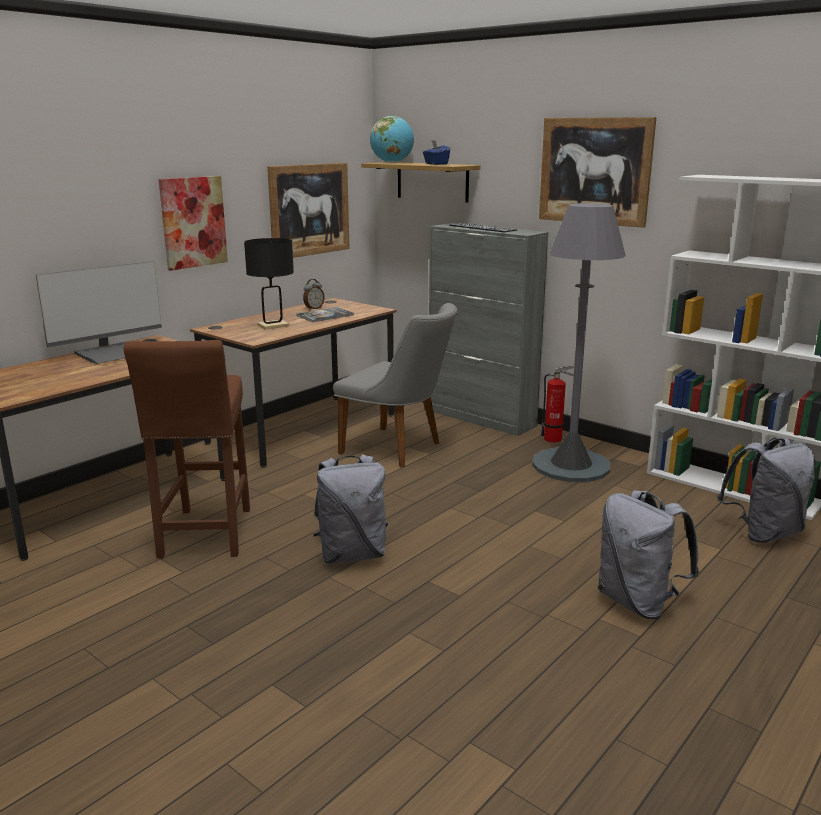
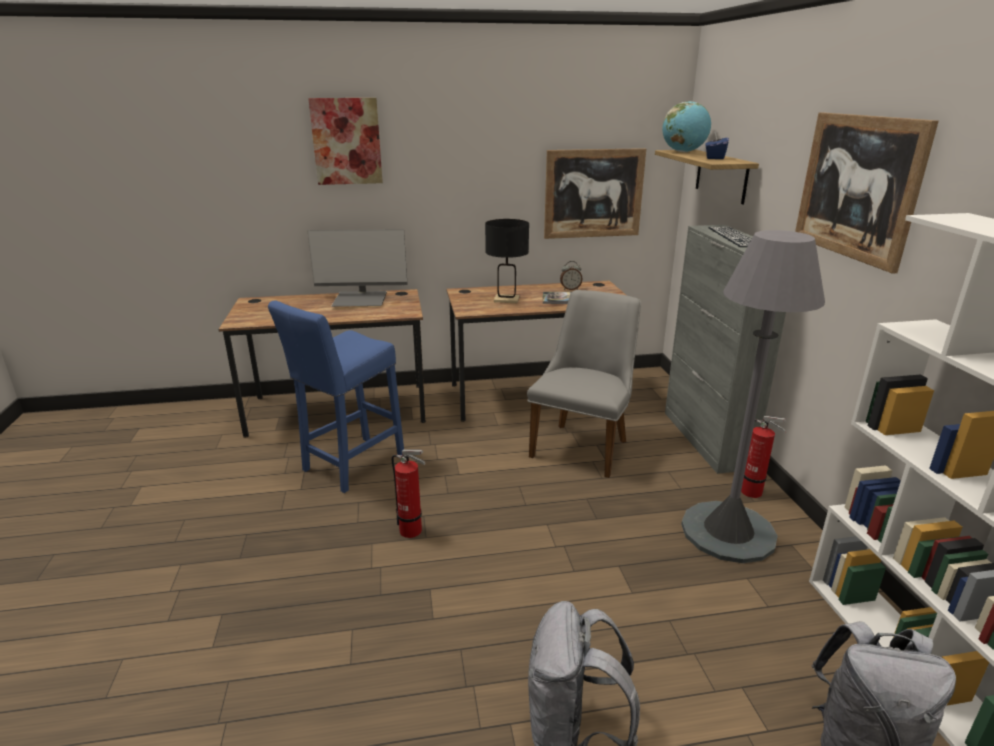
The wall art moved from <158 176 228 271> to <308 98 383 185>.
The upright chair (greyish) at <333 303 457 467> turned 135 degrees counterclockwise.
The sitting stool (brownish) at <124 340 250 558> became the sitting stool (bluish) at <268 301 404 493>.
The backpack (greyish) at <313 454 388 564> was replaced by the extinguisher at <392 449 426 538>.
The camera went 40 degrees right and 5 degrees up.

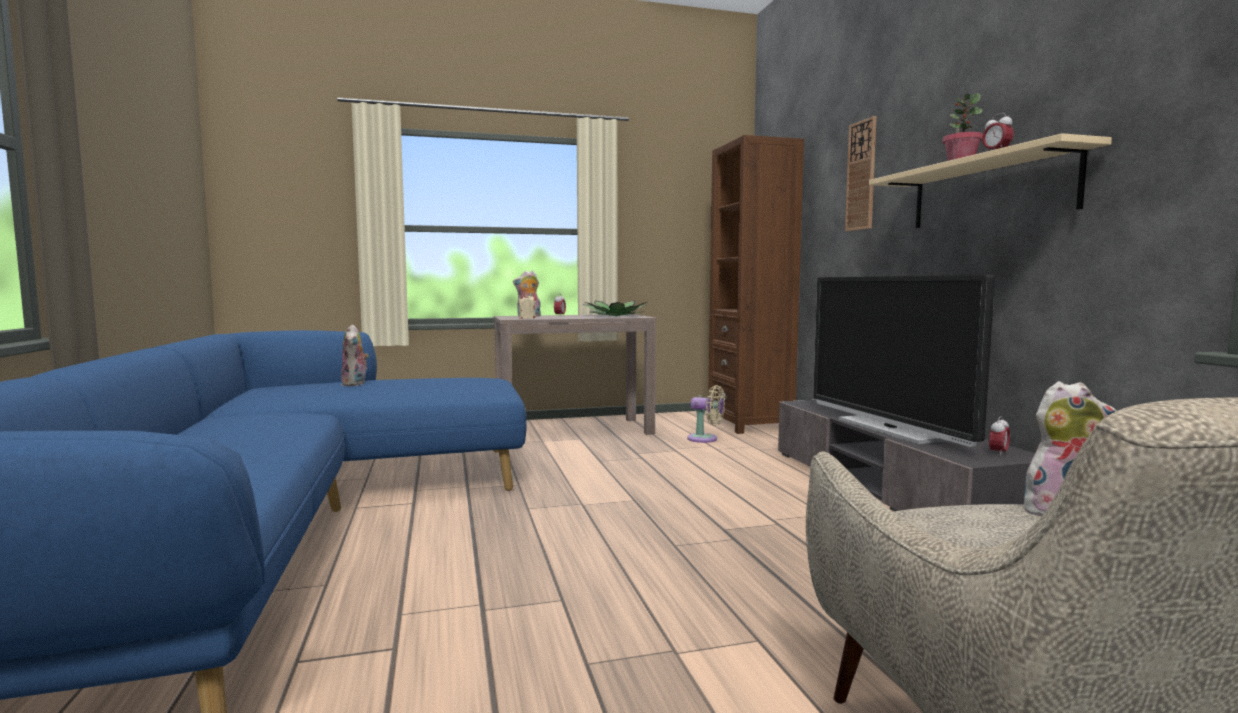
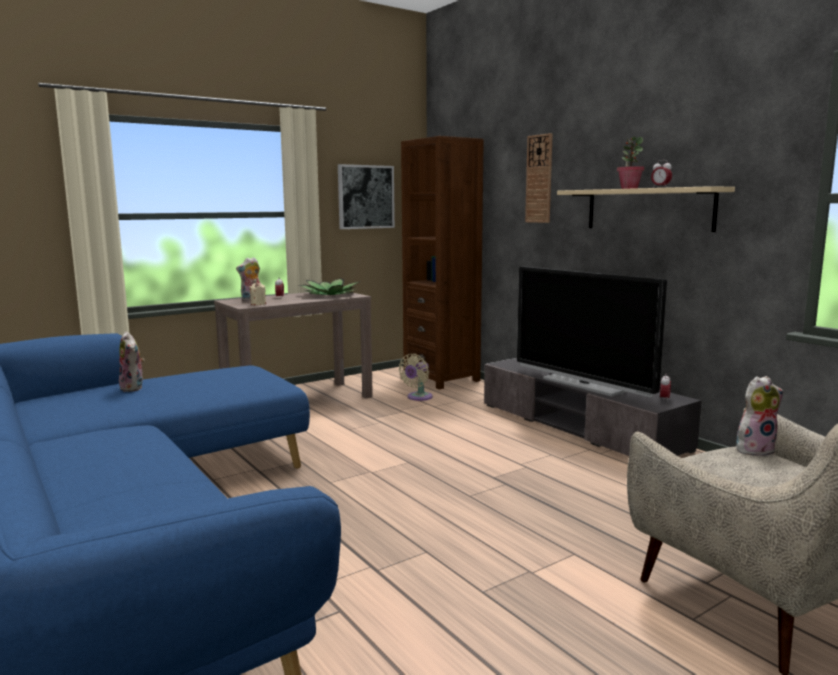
The fan (beige-coloured) at <687 385 725 443> turned 120 degrees clockwise.
The wall art at <338 164 395 229> appeared.
The camera went 20 degrees left and 5 degrees up.

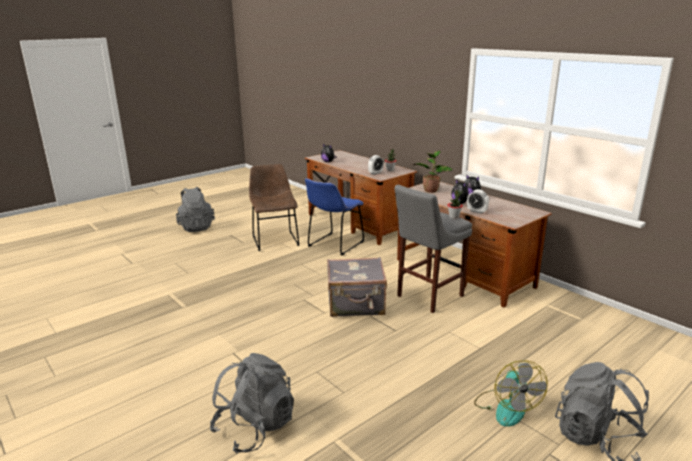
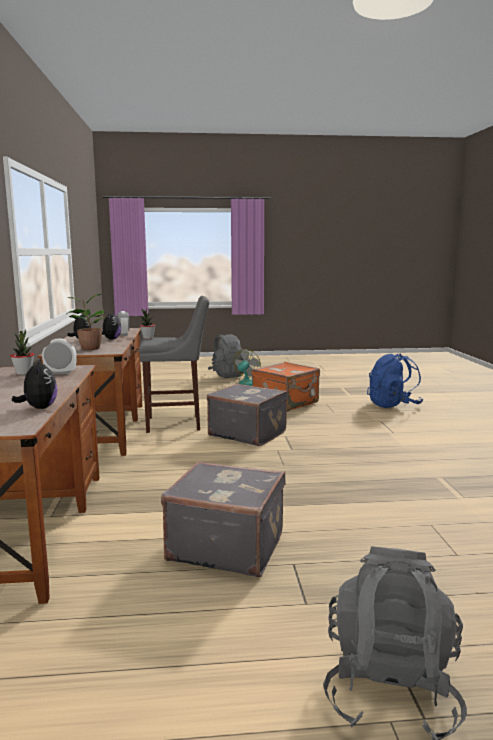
The upright chair (brownish) at <249 164 299 251> was replaced by the suitcase (greyish) at <161 461 286 577>.
The upright chair (bluish) at <305 178 364 255> disappeared.
The backpack (greyish) at <210 353 294 453> became the backpack (bluish) at <367 354 423 408>.
The suitcase (orangey) at <252 362 320 412> appeared.
The camera went 145 degrees left and 10 degrees down.

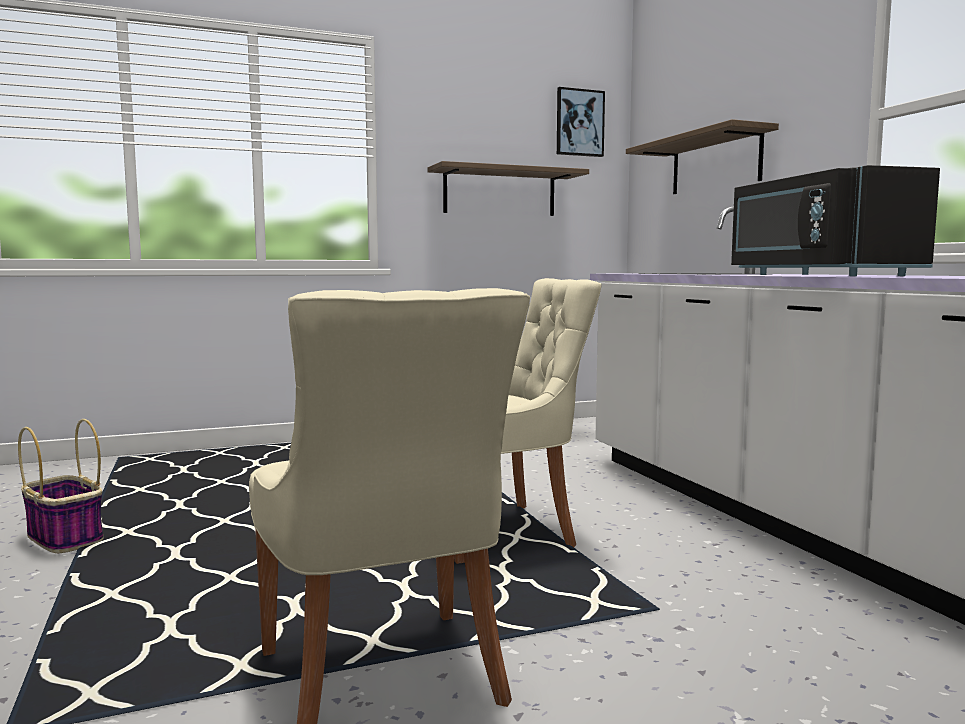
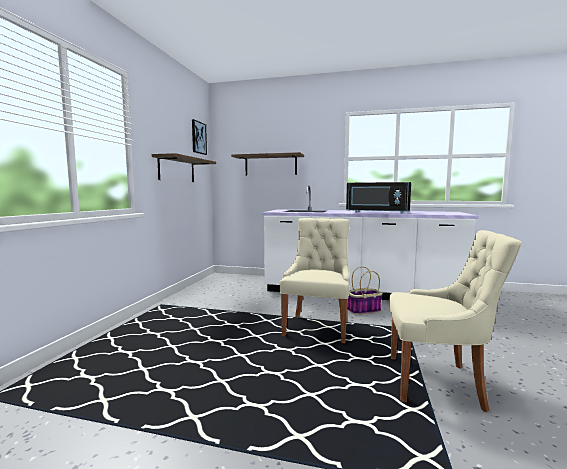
The basket moved from <18 419 103 553> to <347 267 383 315>.
The camera went 55 degrees left and 0 degrees up.

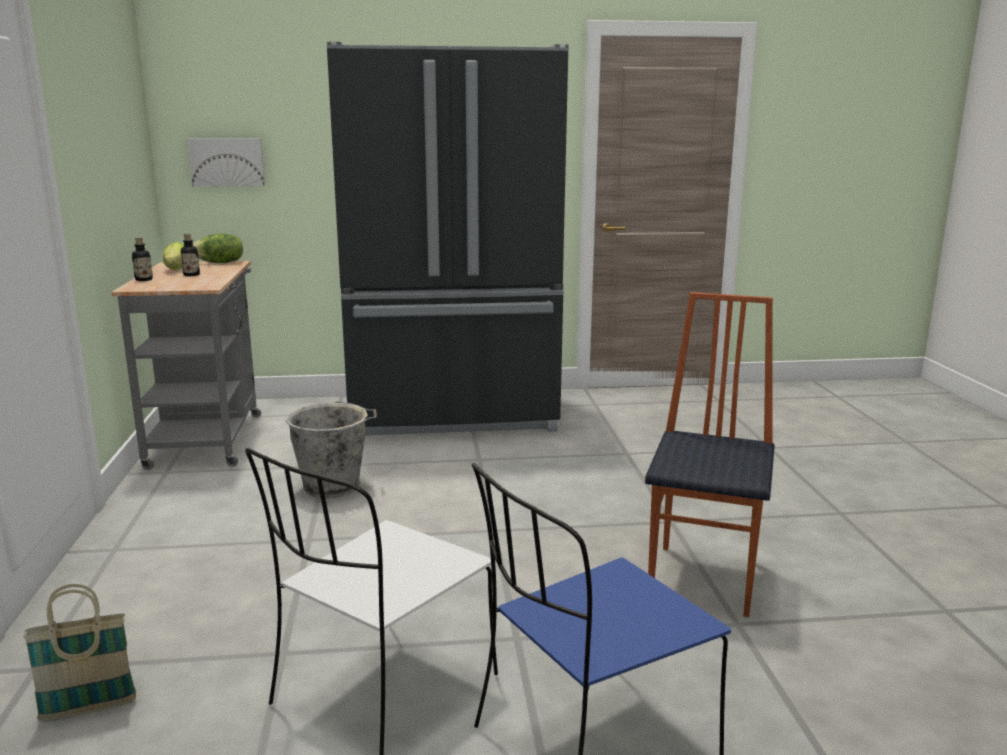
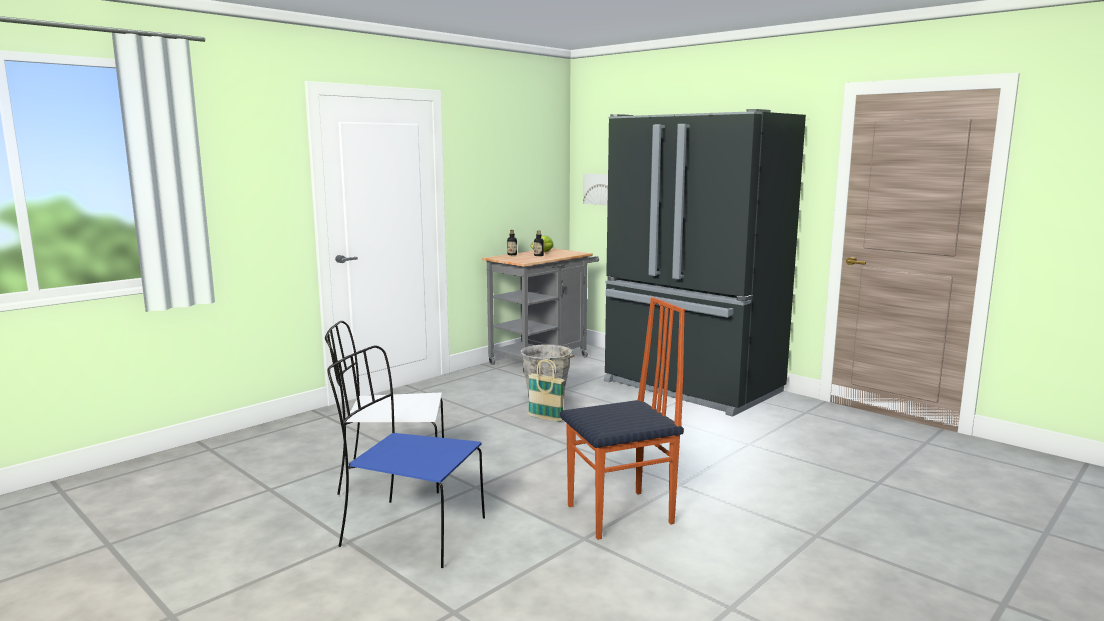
The head of lettuce at <193 234 243 263> disappeared.
The basket moved from <23 584 136 722> to <528 359 565 422>.
The camera went 50 degrees right and 5 degrees down.

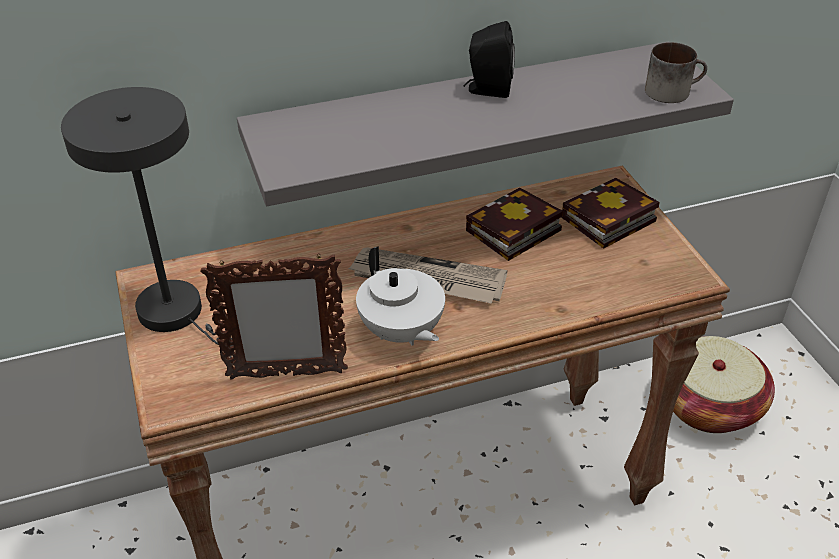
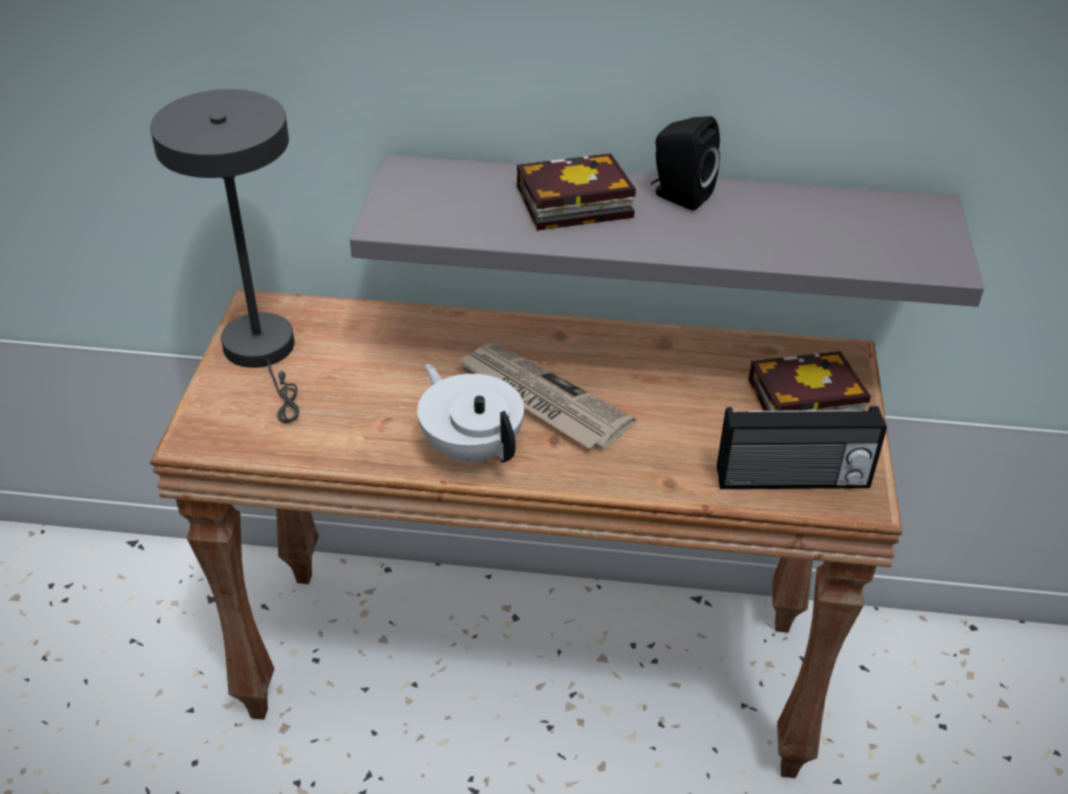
The tea mug at <645 42 707 103> disappeared.
The book moved from <466 187 563 261> to <517 153 636 231>.
The tea pot (whitish) at <356 246 445 346> turned 150 degrees clockwise.
The photo frame at <200 253 348 380> disappeared.
The basket at <673 336 775 433> disappeared.
The radio receiver at <717 406 887 489> appeared.
The camera went 25 degrees right and 0 degrees up.

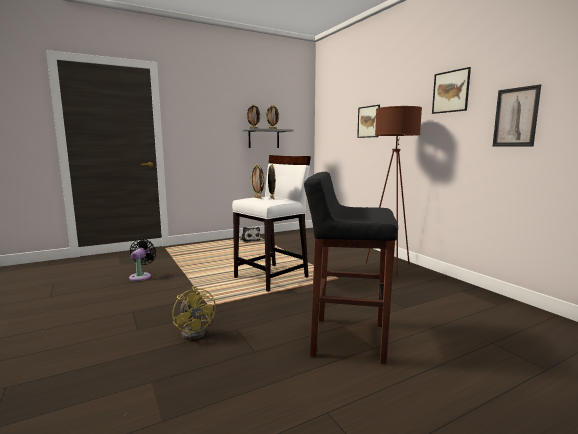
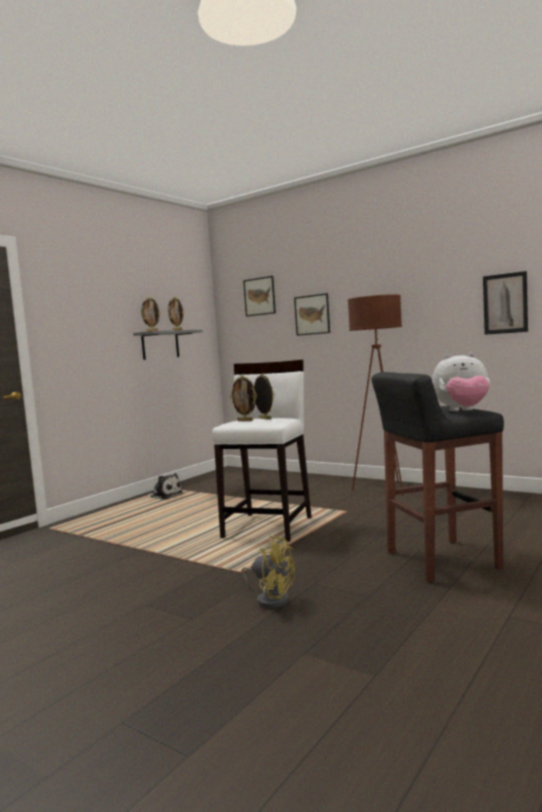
The wall art moved from <432 67 471 114> to <243 276 276 317>.
The fan (black) at <129 239 156 281> disappeared.
The soft toy at <432 352 490 411> appeared.
The camera went 25 degrees left and 5 degrees down.

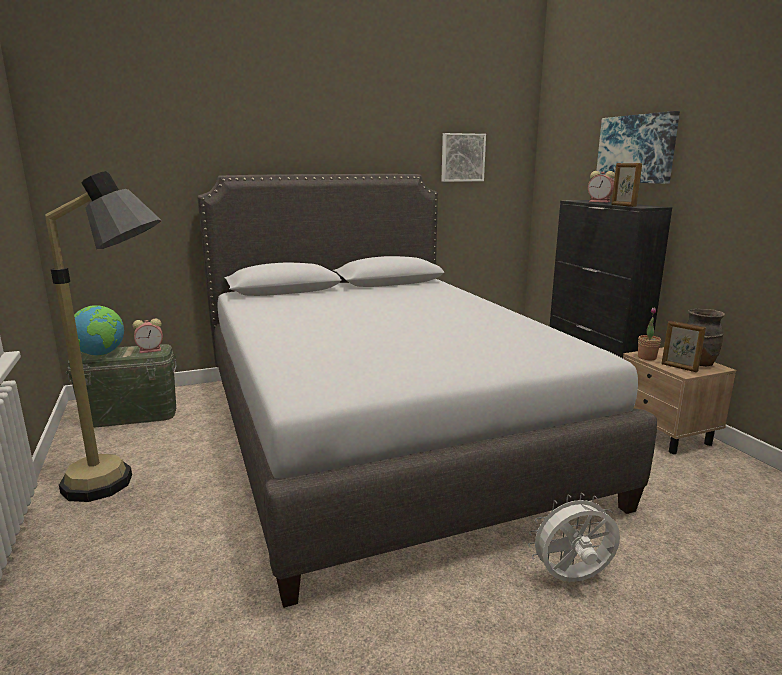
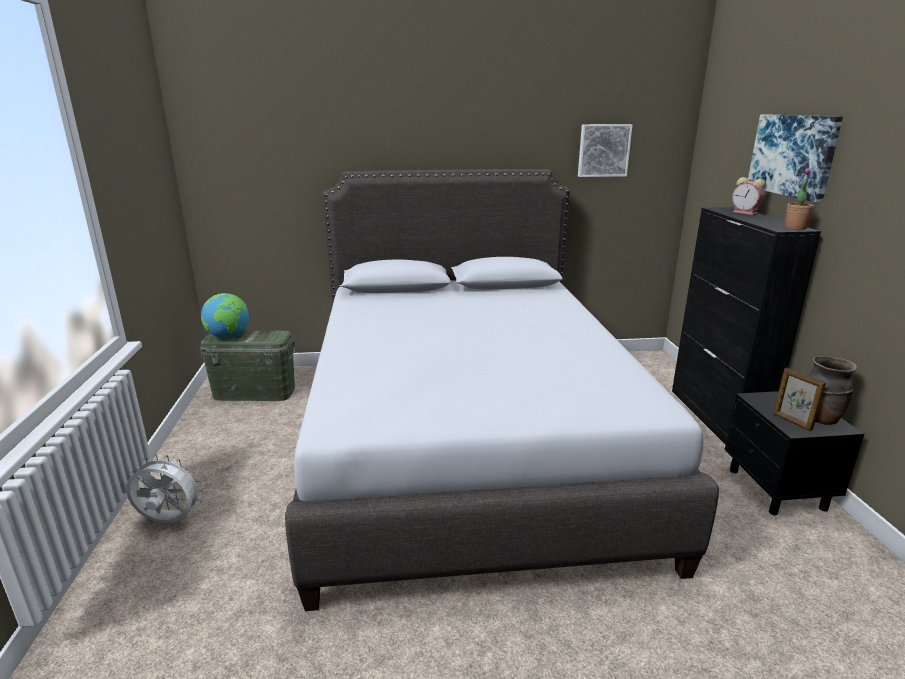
The photo frame at <611 163 642 207> disappeared.
The standing lamp at <45 171 162 502> disappeared.
The potted plant moved from <638 307 661 360> to <785 168 814 230>.
The table clock at <133 318 163 353> disappeared.
The night table (beige-coloured) at <623 347 736 454> became the night table (black) at <724 391 864 515>.
The fan (whitish) moved from <528 493 620 582> to <126 455 204 523>.
The camera went 15 degrees right and 5 degrees up.

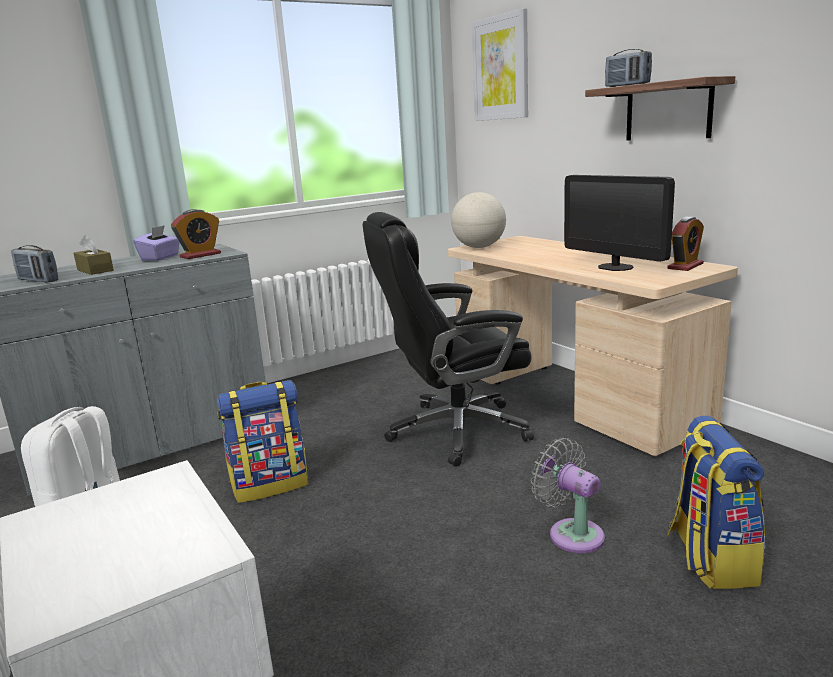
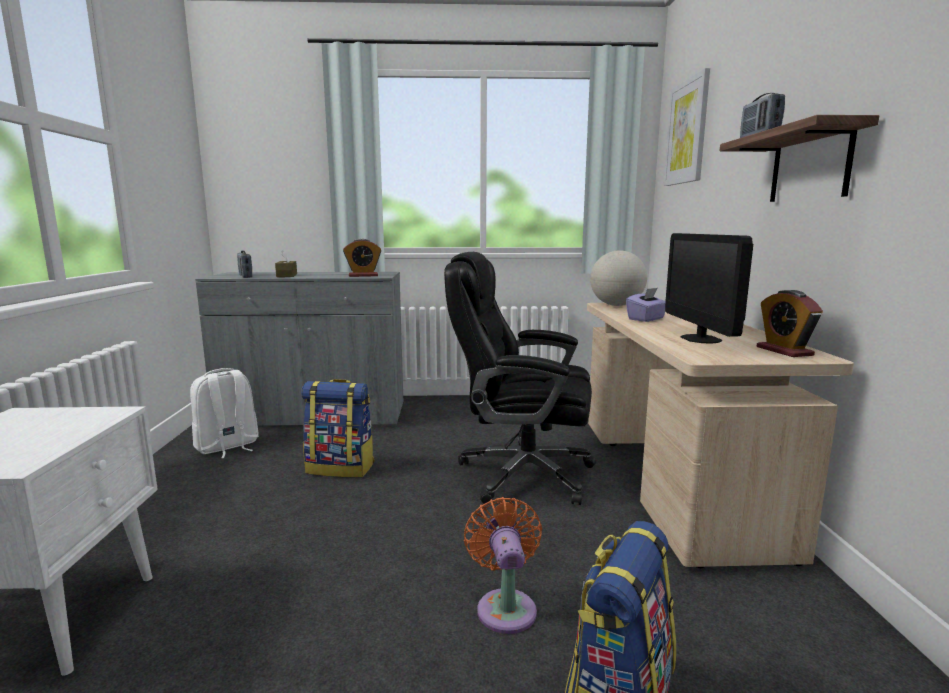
The table clock at <667 217 704 271> turned 90 degrees clockwise.
The box of tissues (purple) moved from <133 225 180 261> to <626 288 665 322>.
The fan (greyish) at <531 438 605 553> became the fan (orangey) at <464 497 542 634>.
The camera went 30 degrees right and 5 degrees down.

